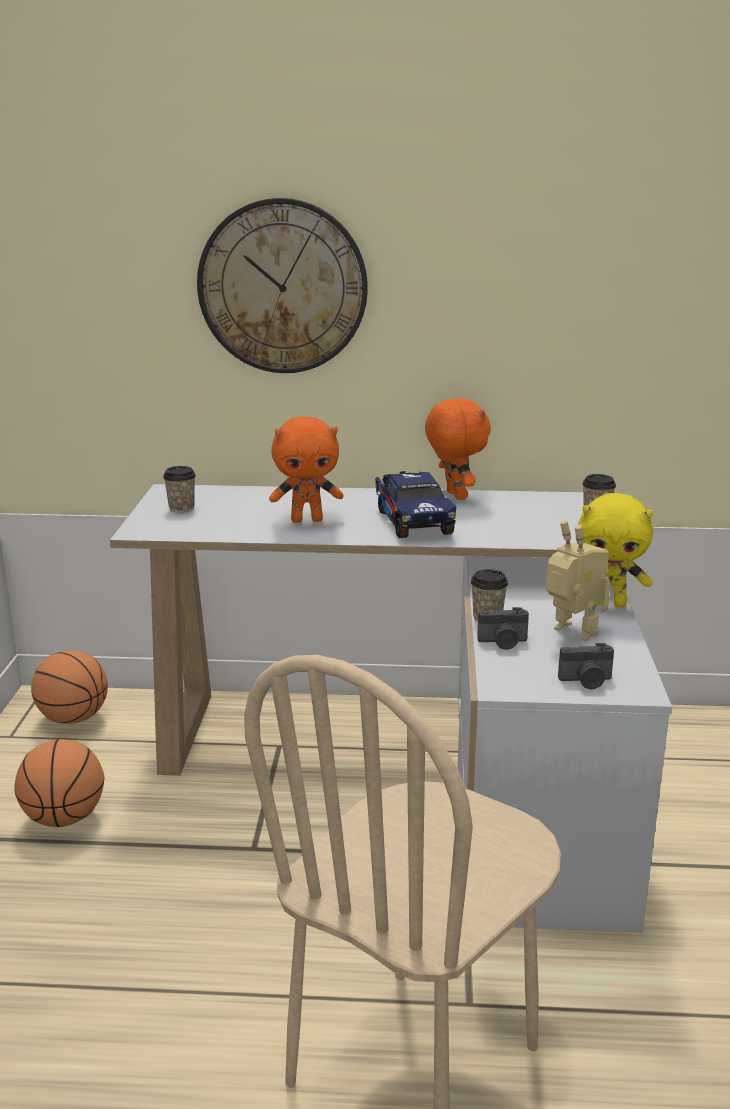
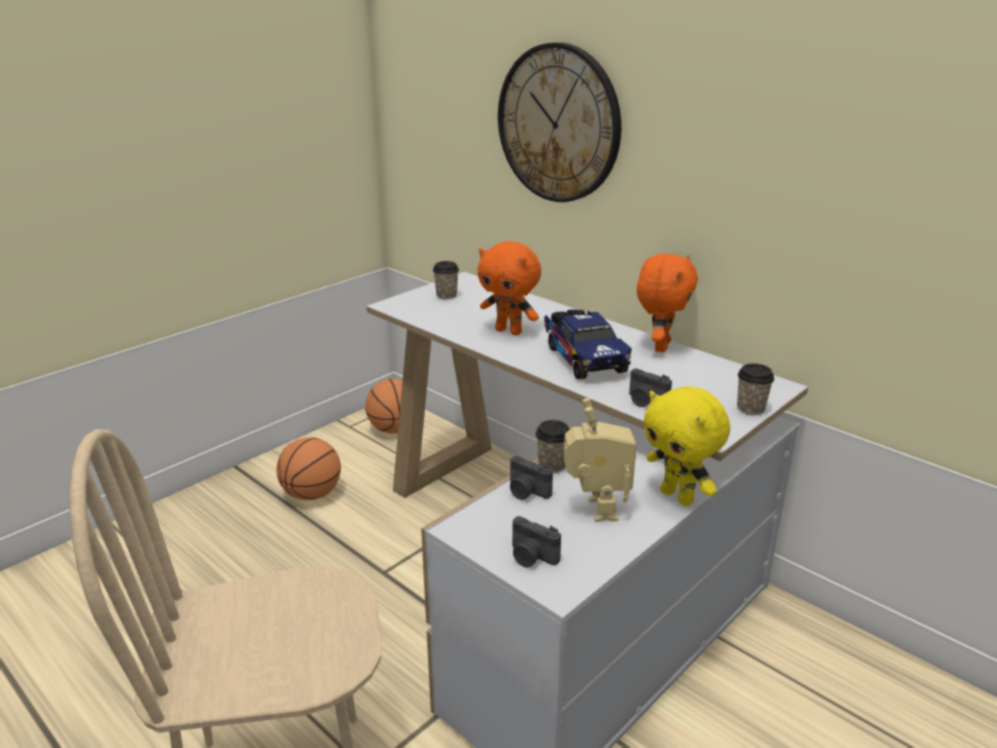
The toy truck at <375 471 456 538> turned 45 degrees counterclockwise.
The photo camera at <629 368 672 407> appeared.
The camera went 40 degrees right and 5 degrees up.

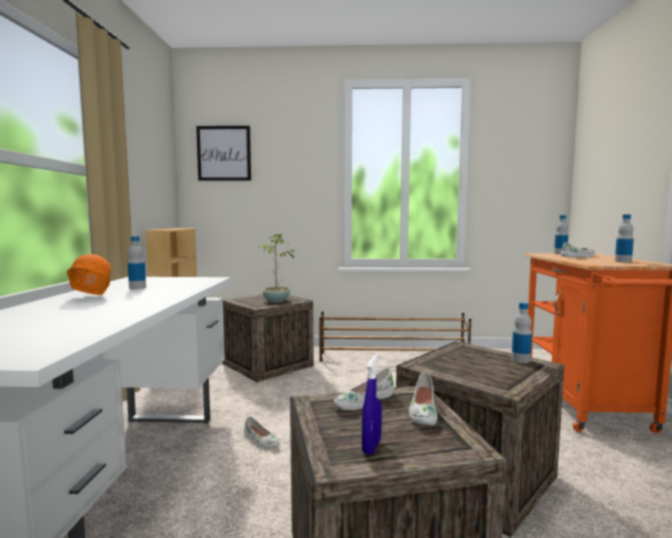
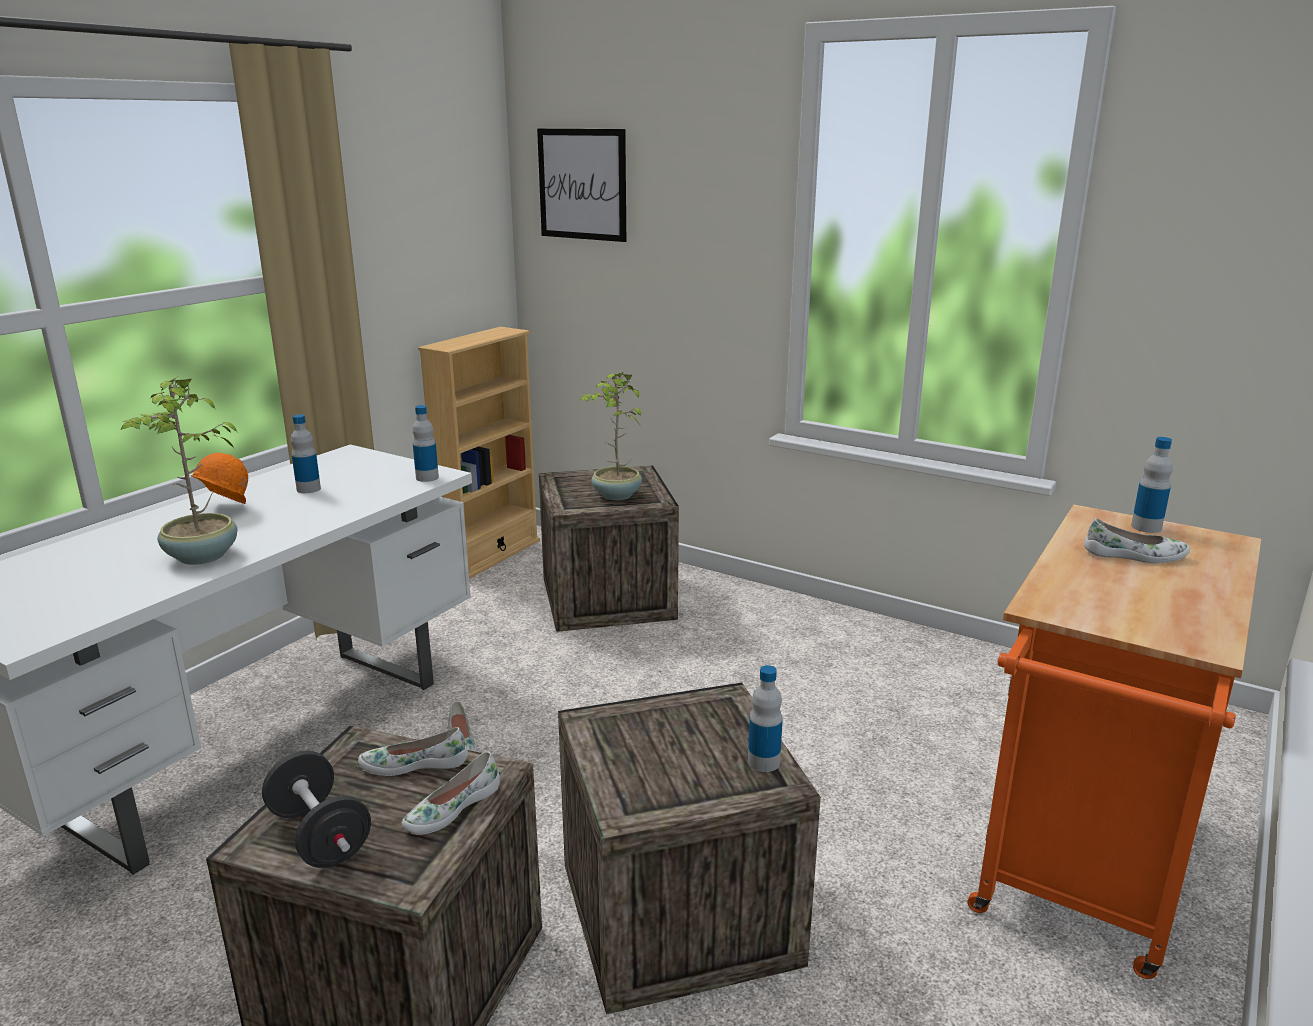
The bottle moved from <615 215 634 263> to <412 405 439 482>.
The shoe stand (brownish) at <319 312 471 362> disappeared.
The sprayer (bluish) at <362 354 382 454> was replaced by the dumbbell (black) at <262 751 371 868>.
The potted plant at <120 376 237 565> appeared.
The camera went 30 degrees right and 15 degrees up.

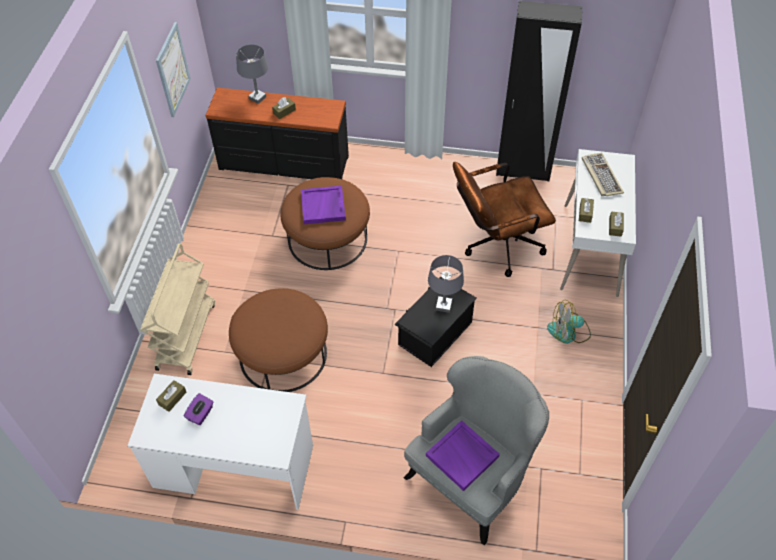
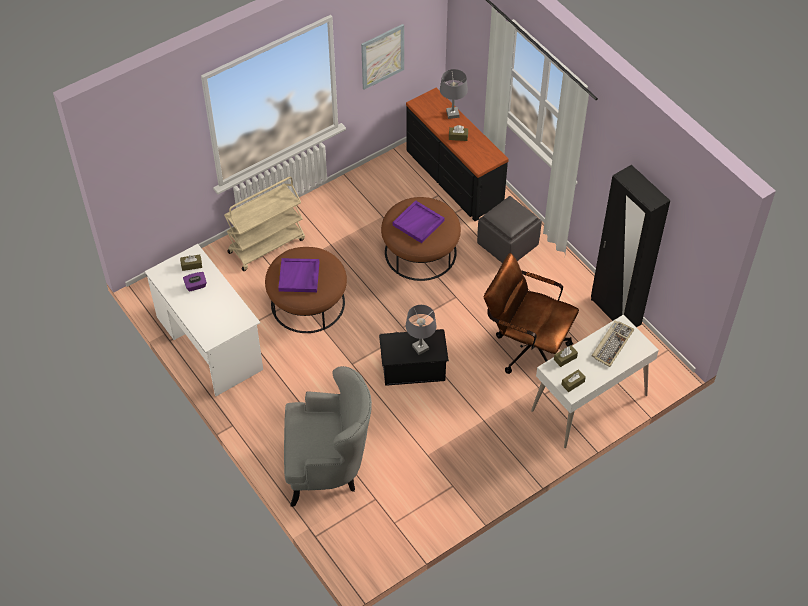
The fan at <547 300 591 344> disappeared.
The tray (purple) moved from <426 420 500 491> to <278 258 320 292>.
The footrest (greyish) at <477 196 542 263> appeared.
The camera went 45 degrees right and 0 degrees up.

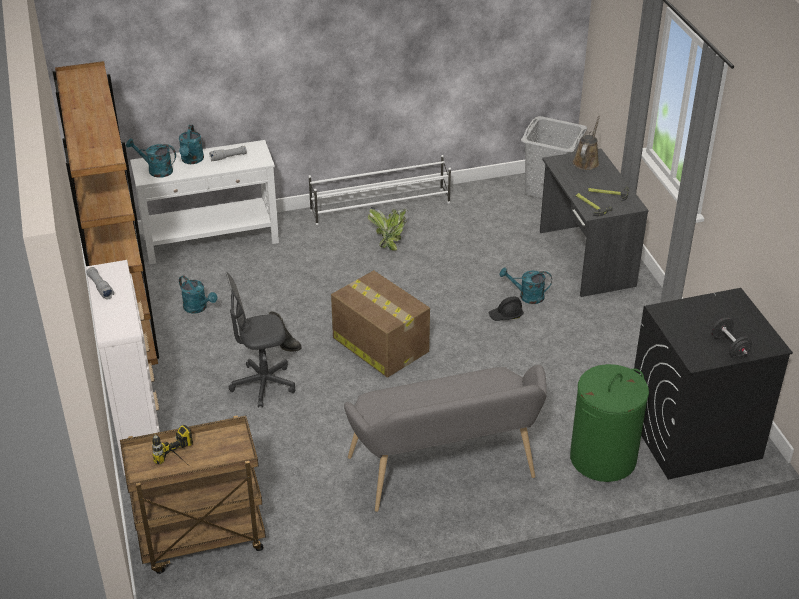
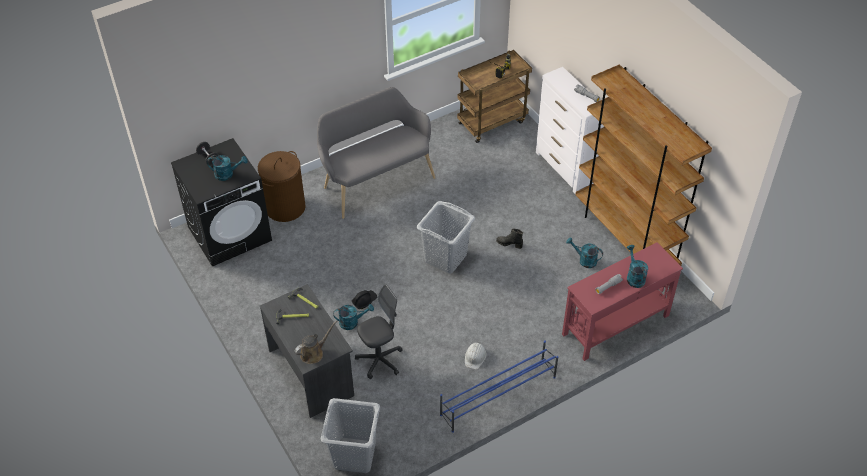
The sprinkling can (brownish) at <573 116 600 170> turned 135 degrees counterclockwise.
The sprinkling can (turquoise-coloured) moved from <126 138 176 178> to <207 155 248 181>.
The narrow table (whitish) at <130 140 279 264> became the narrow table (red) at <562 242 683 361>.
The shoe stand (whitish) at <309 155 451 225> became the shoe stand (bluish) at <440 340 558 433>.
The potted plant at <368 207 407 251> was replaced by the safety helmet (whitish) at <465 342 486 369>.
The cardboard box at <331 270 430 378> was replaced by the hamper (greyish) at <417 201 475 274>.
The desk chair (greyish) moved from <226 273 295 407> to <355 284 403 379>.
The hamper (green-coloured) at <570 364 649 482> became the hamper (brownish) at <258 151 306 222>.
The camera went 165 degrees right and 10 degrees up.

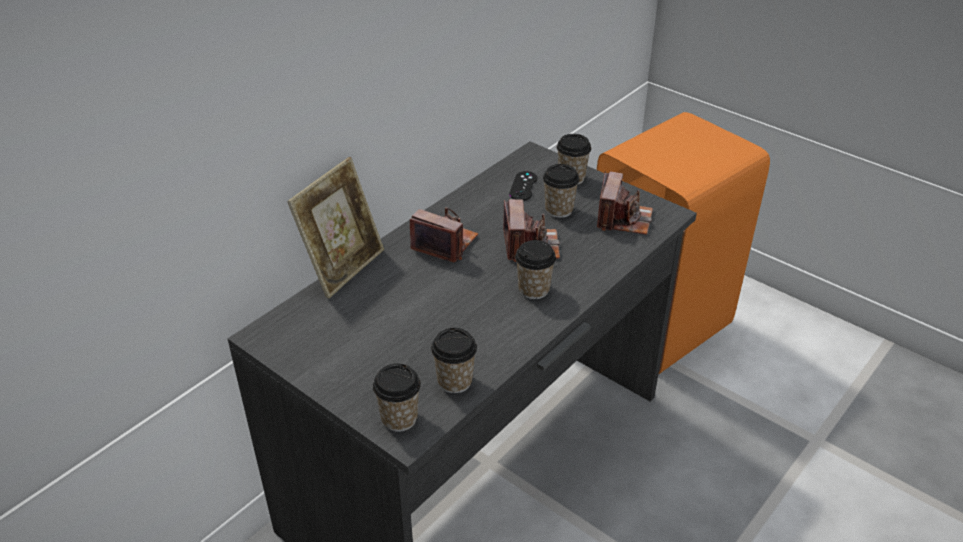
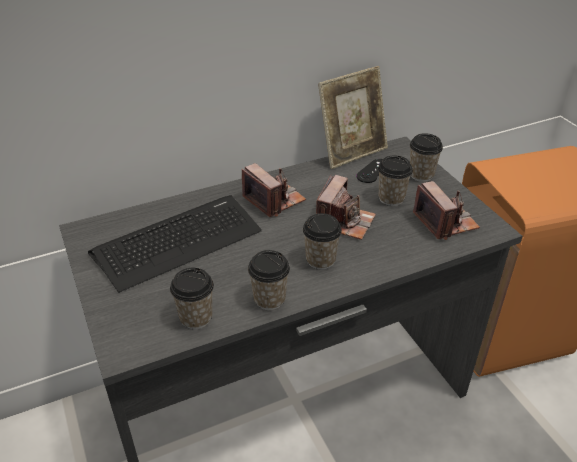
The photo frame moved from <287 157 384 298> to <318 66 388 169>.
The photo camera at <597 171 653 235> turned 60 degrees counterclockwise.
The cup moved from <373 364 421 432> to <248 250 290 310>.
The computer keyboard at <88 195 262 293> appeared.
The camera went 25 degrees right and 0 degrees up.

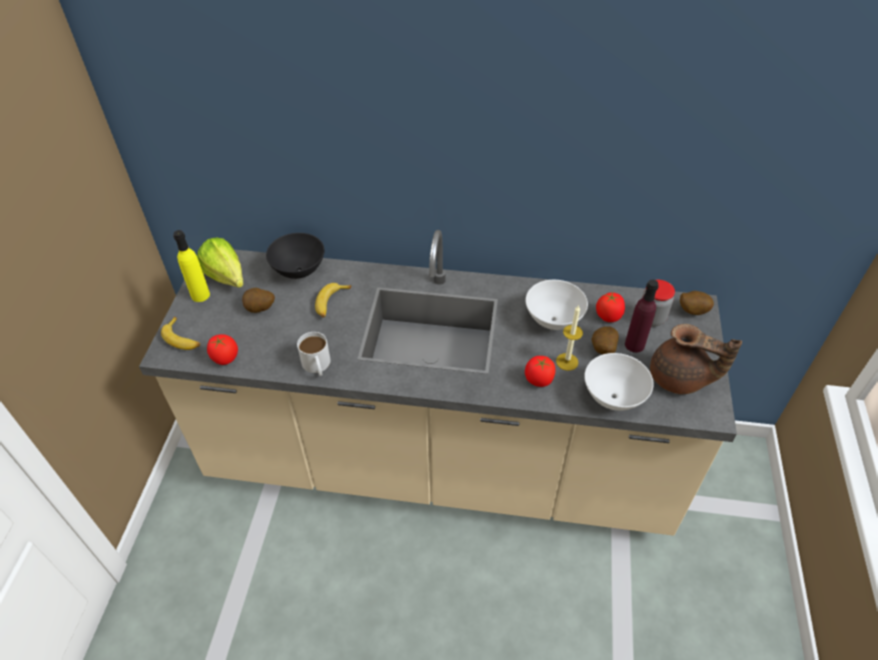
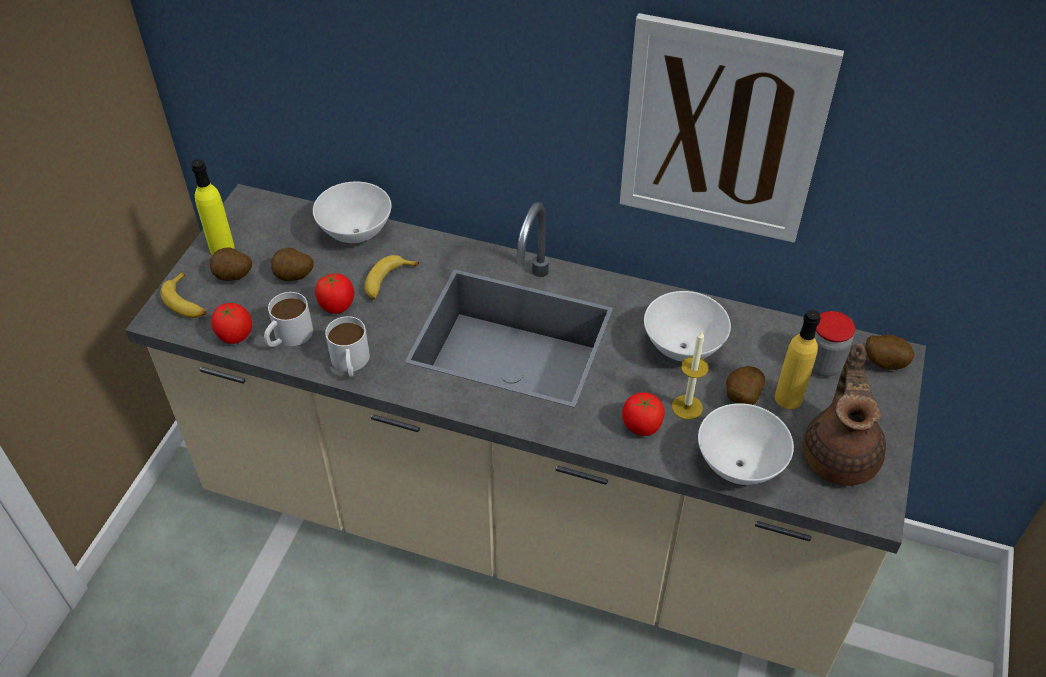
The deep dish (black) at <266 233 325 279> became the deep dish (whitish) at <313 181 391 243>.
The head of lettuce at <197 237 244 288> disappeared.
The bottle (purple) at <625 279 659 353> became the bottle (yellow) at <775 310 821 409>.
The whole tomato moved from <596 292 625 322> to <315 273 354 314>.
The tea pot (brownish) at <650 324 742 394> turned 120 degrees counterclockwise.
The wall art at <620 13 844 243> appeared.
The potato at <210 247 252 281> appeared.
The tea mug (whitish) at <264 292 313 347> appeared.
The camera went 10 degrees right and 0 degrees up.

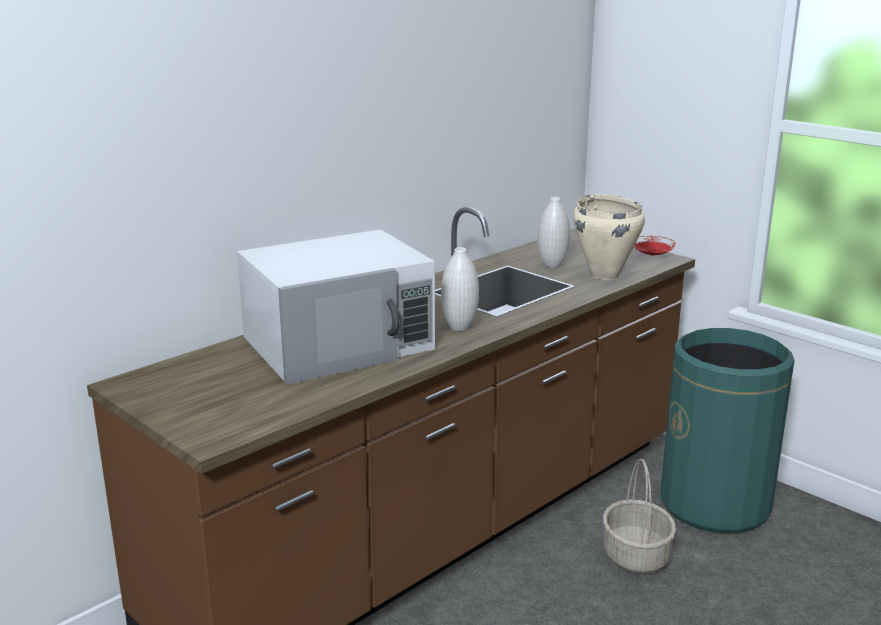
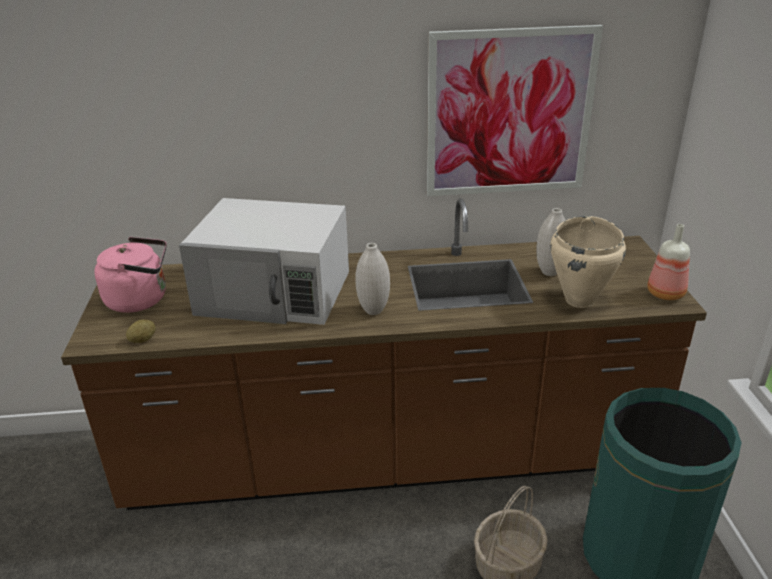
The plate (red) at <634 236 676 256> was replaced by the bottle at <647 224 690 300>.
The wall art at <427 25 603 196> appeared.
The kettle (pinkish) at <94 237 167 313> appeared.
The potato at <126 319 156 343> appeared.
The camera went 40 degrees right and 10 degrees up.

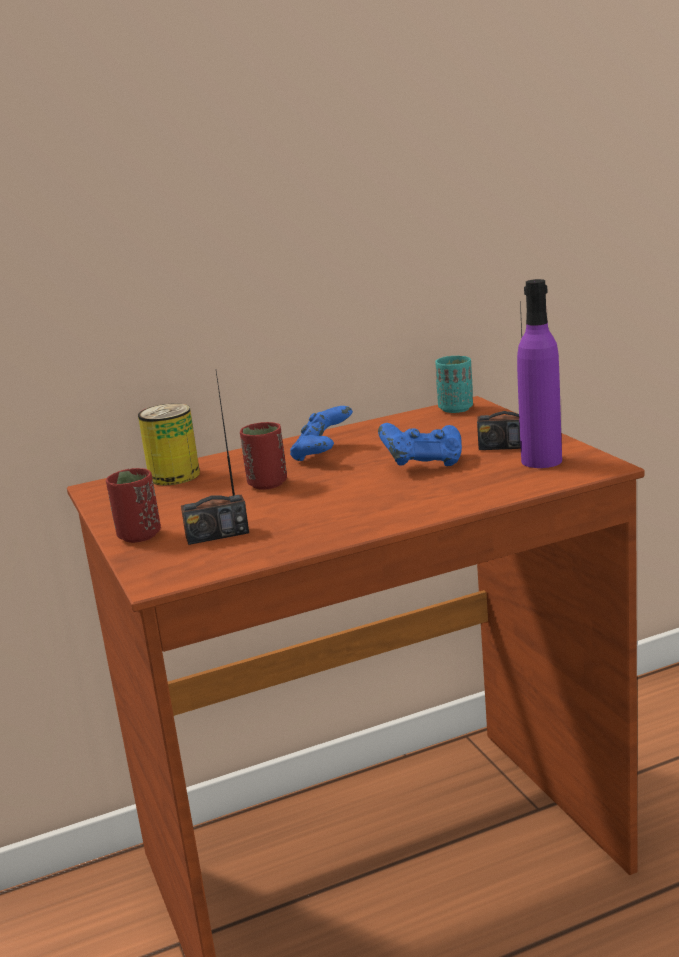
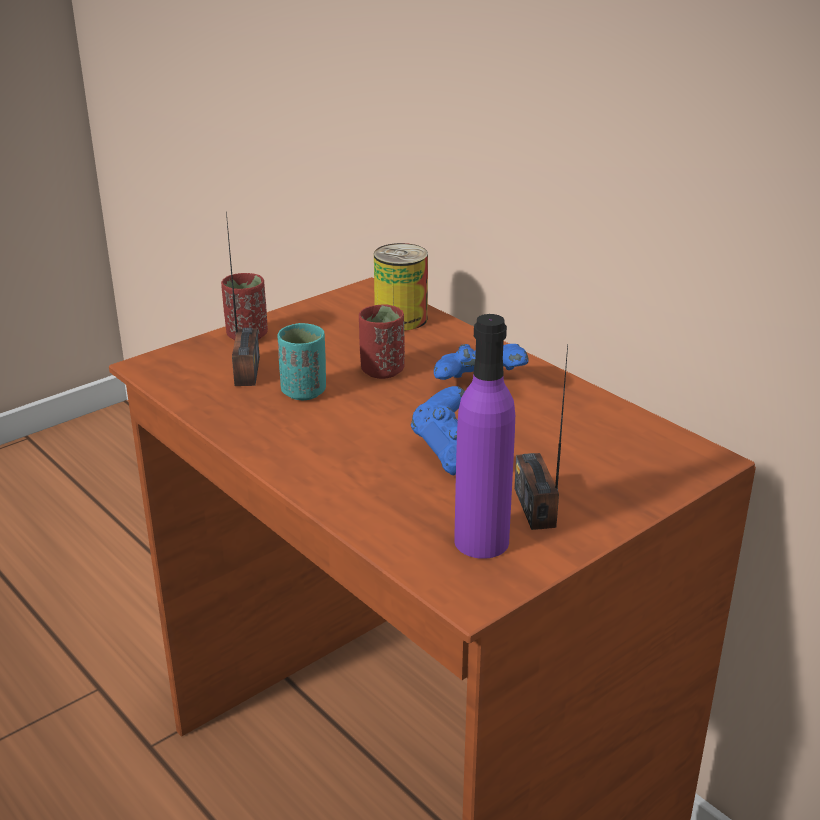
The cup (turquoise-coloured) moved from <435 356 473 413> to <277 323 326 400>.
The radio receiver at <181 372 249 545> turned 150 degrees counterclockwise.
The camera went 70 degrees right and 10 degrees up.

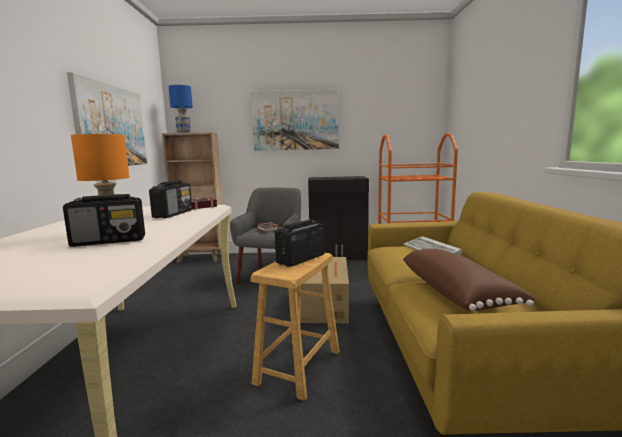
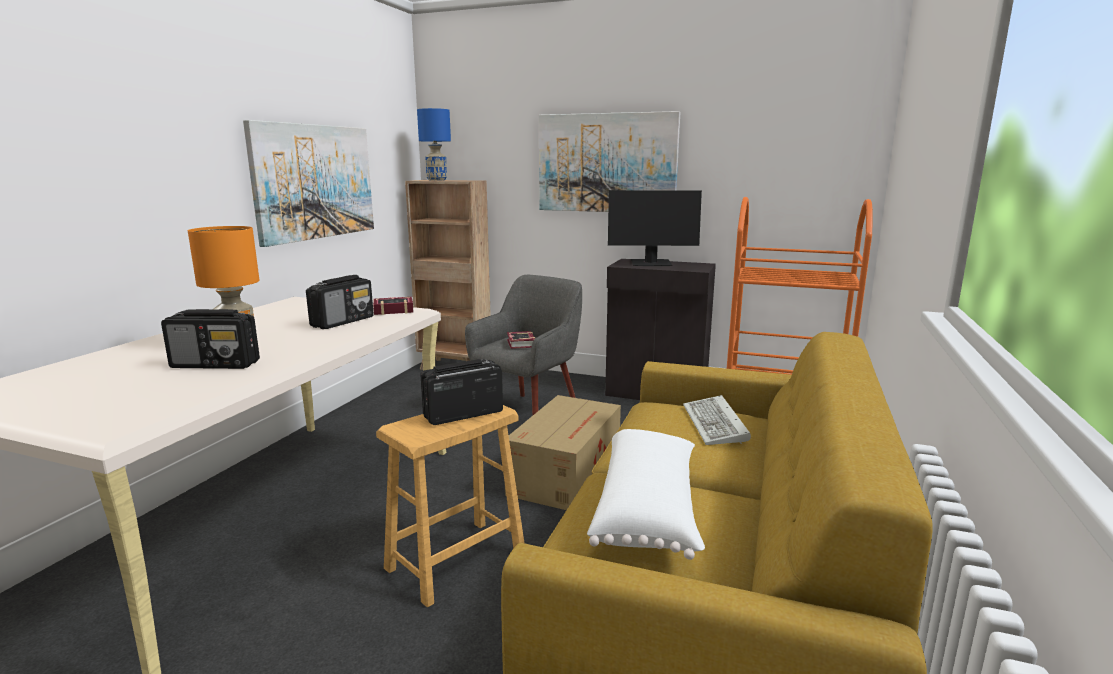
The pillow (brownish) at <402 249 536 311> became the pillow (whitish) at <587 429 705 560>.
The computer display at <608 190 702 266> appeared.
The camera went 20 degrees right and 5 degrees up.

